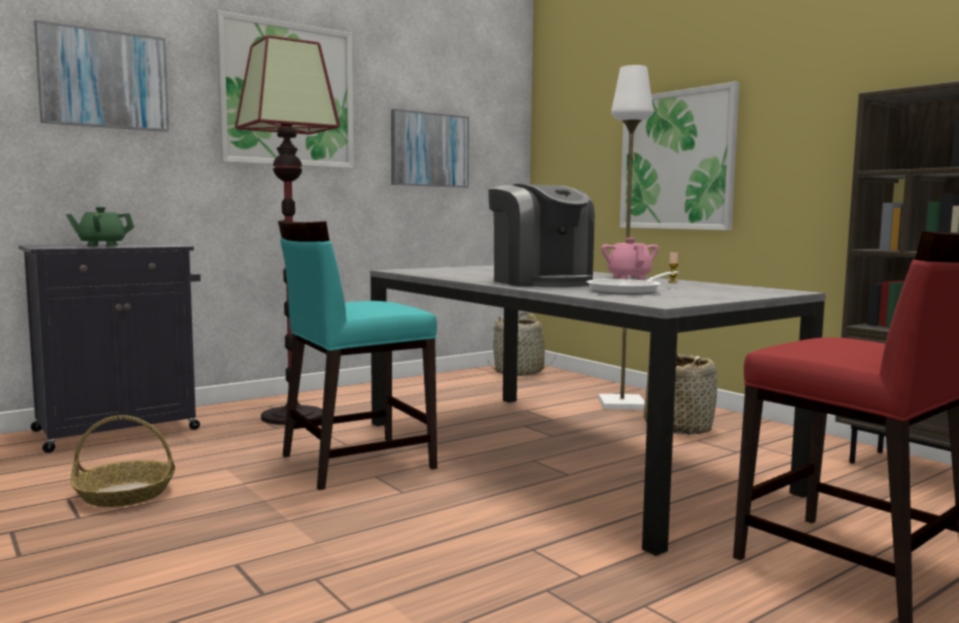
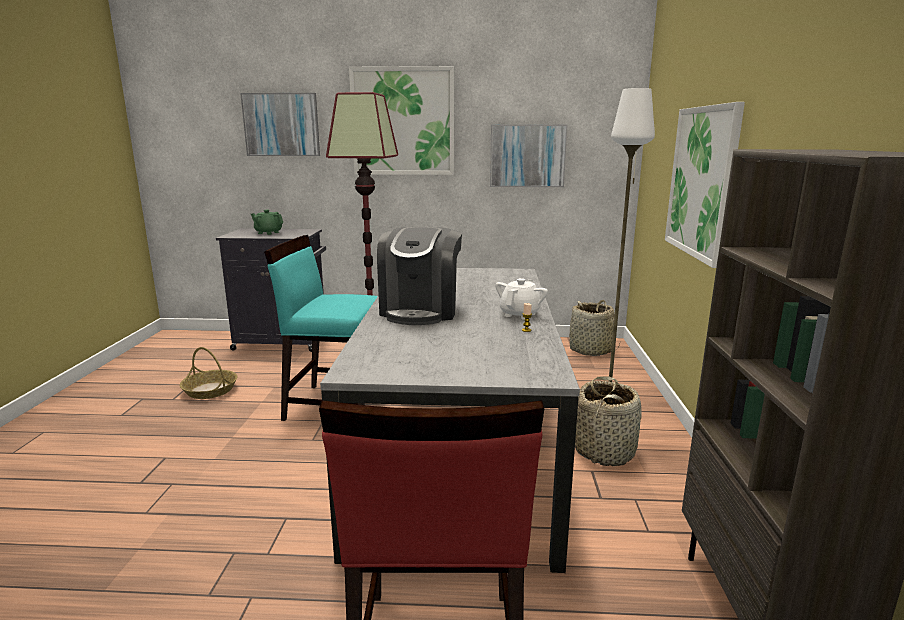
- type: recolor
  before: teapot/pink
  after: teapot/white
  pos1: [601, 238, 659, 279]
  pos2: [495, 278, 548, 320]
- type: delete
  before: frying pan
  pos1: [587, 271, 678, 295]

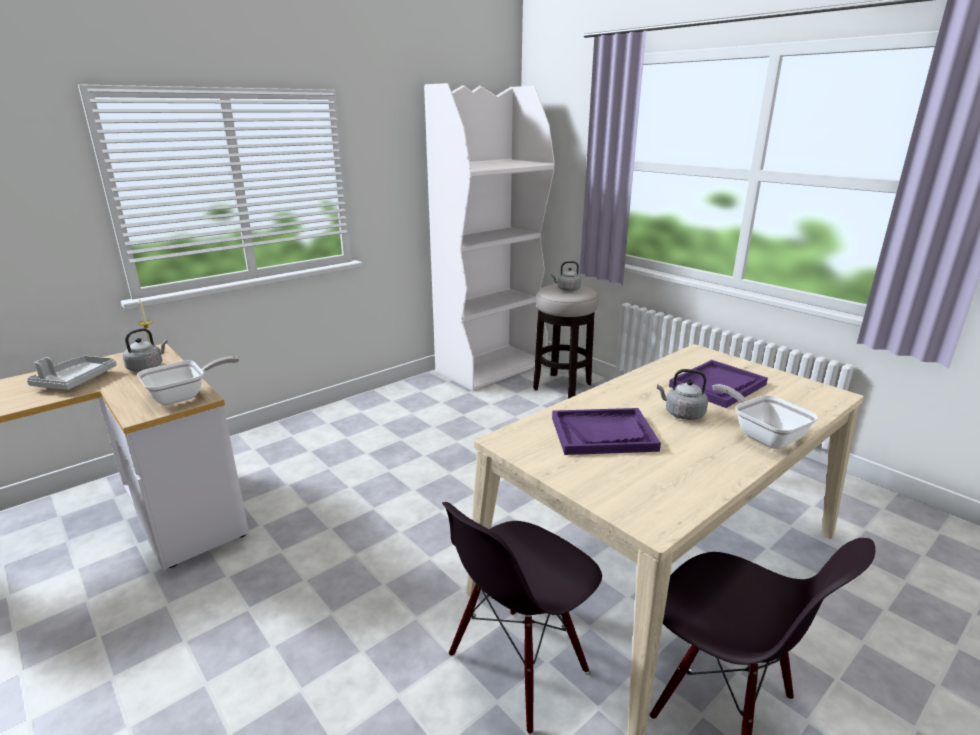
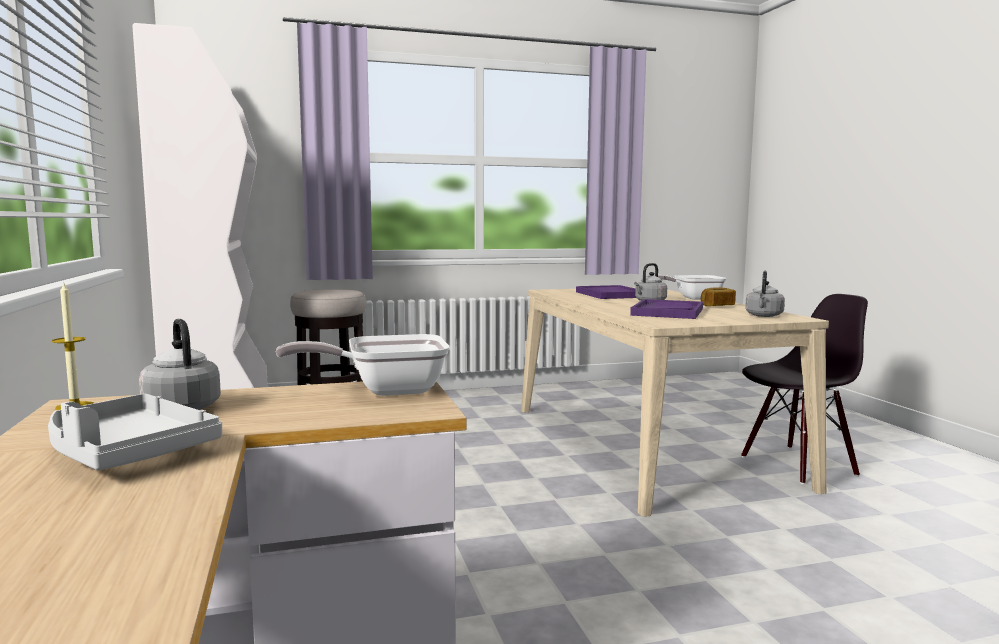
- type: rotate
  before: frying pan
  pos1: [137, 356, 239, 405]
  pos2: [276, 334, 450, 396]
  turn: -90
- type: insert
  after: bread
  pos2: [701, 288, 736, 306]
- type: move
  before: kettle/grey
  pos1: [551, 261, 581, 291]
  pos2: [745, 271, 785, 317]
- type: delete
  before: chair/black
  pos1: [442, 502, 602, 735]

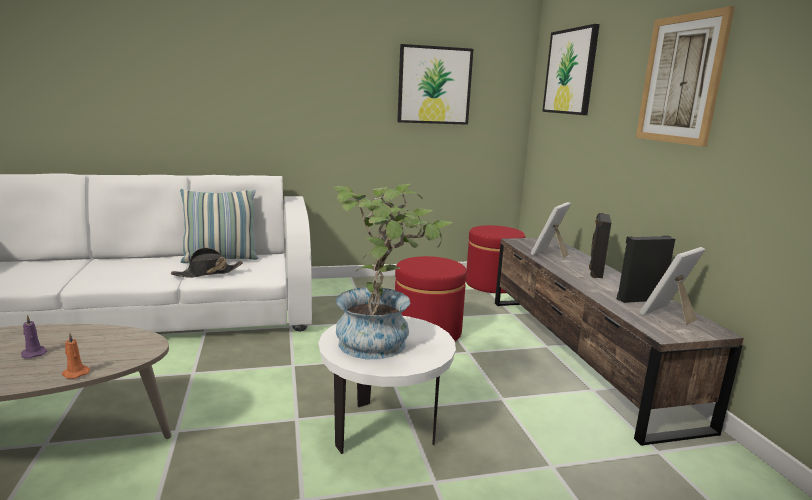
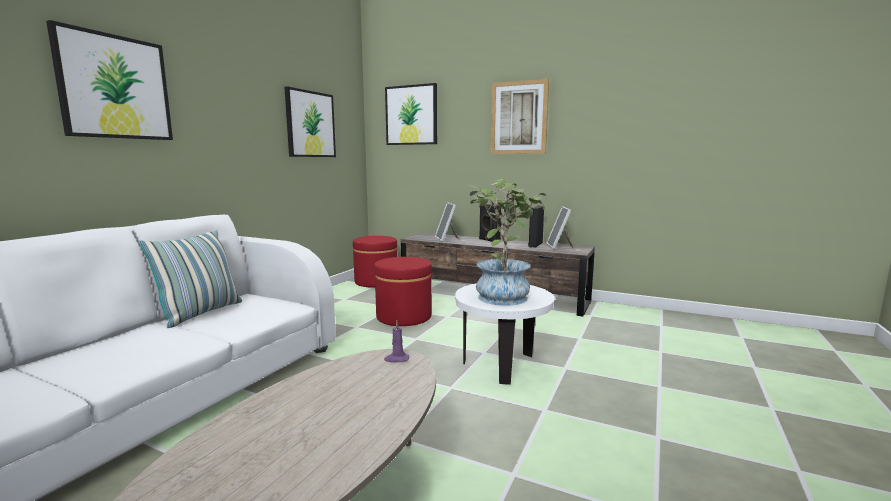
- type: insert
  after: picture
  pos2: [46, 20, 173, 140]
- type: move
  before: candle/purple
  pos1: [21, 315, 48, 359]
  pos2: [384, 321, 409, 363]
- type: delete
  before: candle/orange
  pos1: [62, 333, 90, 379]
- type: delete
  before: hat/black
  pos1: [171, 248, 243, 278]

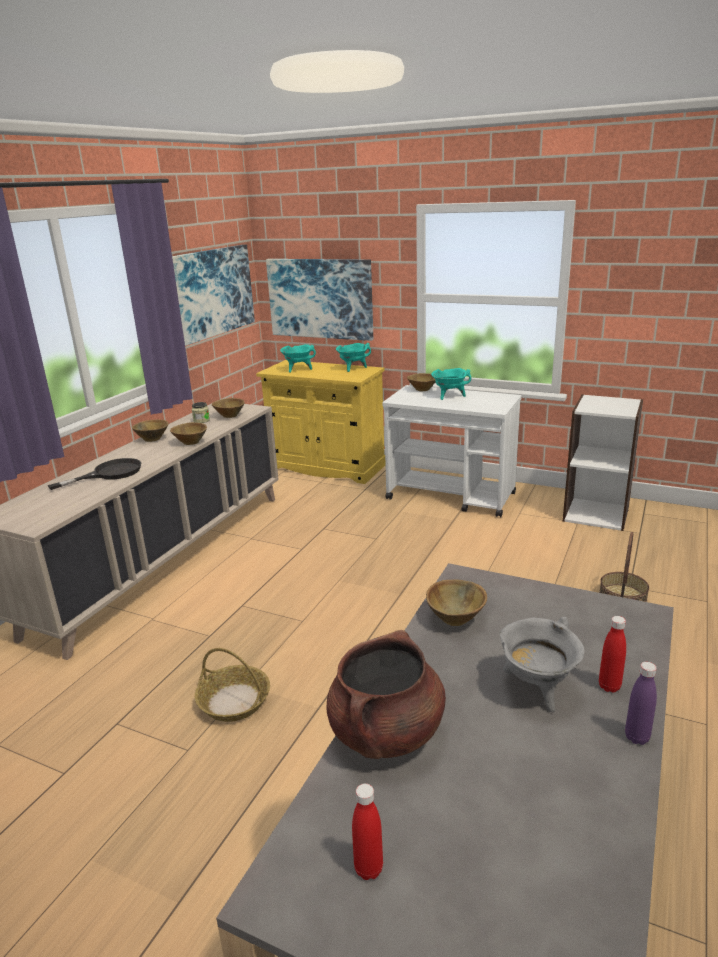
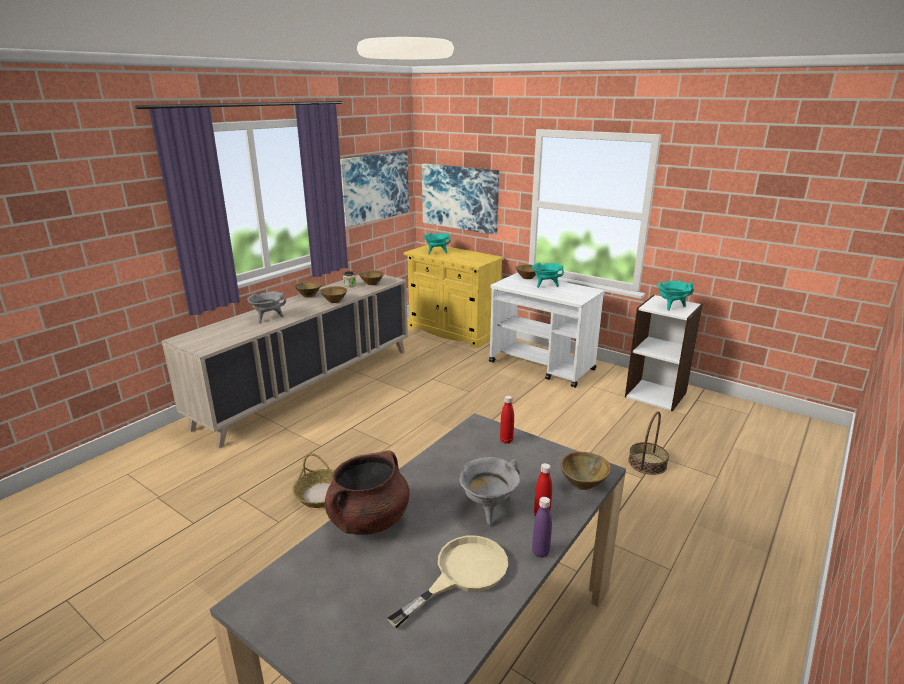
- type: replace
  before: frying pan/black
  after: cooking pot/grey
  pos1: [48, 458, 141, 490]
  pos2: [247, 291, 286, 323]
- type: insert
  after: frying pan/beige
  pos2: [387, 536, 508, 628]
- type: move
  before: bottle/red
  pos1: [352, 784, 383, 880]
  pos2: [500, 396, 514, 444]
- type: move
  before: bowl/brown
  pos1: [426, 579, 487, 626]
  pos2: [561, 451, 611, 490]
- type: move
  before: cooking pot/turquoise
  pos1: [336, 343, 371, 372]
  pos2: [657, 281, 694, 310]

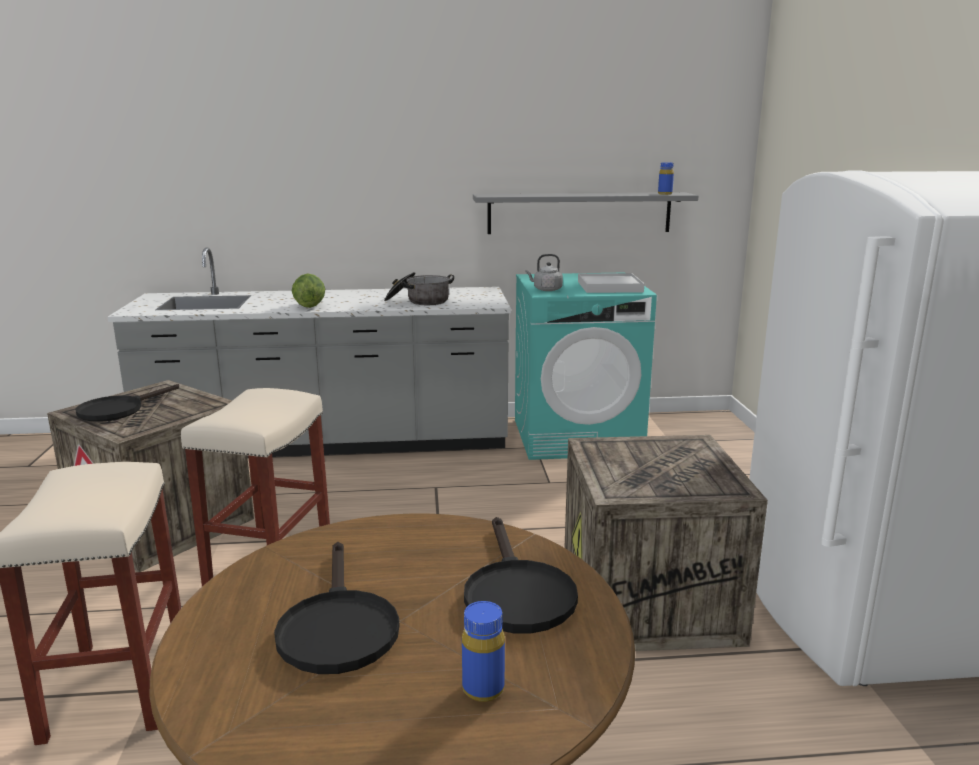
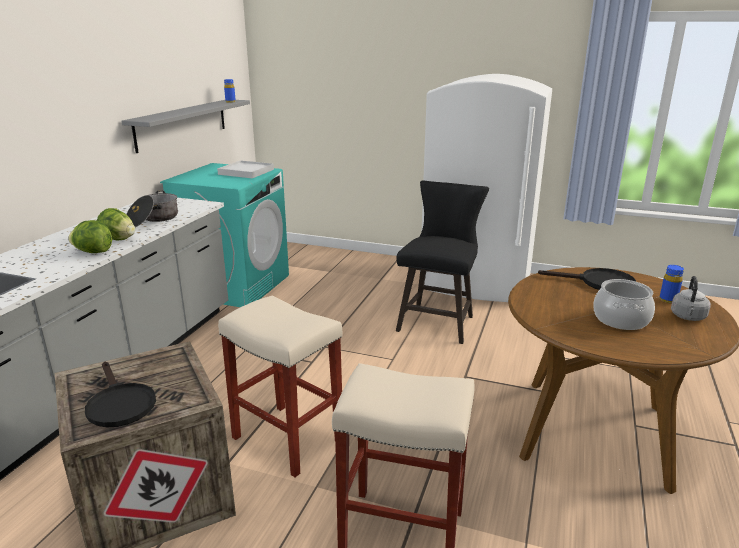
- type: insert
  after: lettuce
  pos2: [97, 208, 135, 240]
- type: replace
  before: crate
  after: stool/black
  pos1: [564, 435, 768, 651]
  pos2: [396, 181, 489, 344]
- type: replace
  before: frying pan/black
  after: cooking pot
  pos1: [274, 542, 399, 674]
  pos2: [593, 279, 655, 330]
- type: move
  before: kettle/grey
  pos1: [526, 254, 563, 291]
  pos2: [671, 276, 711, 321]

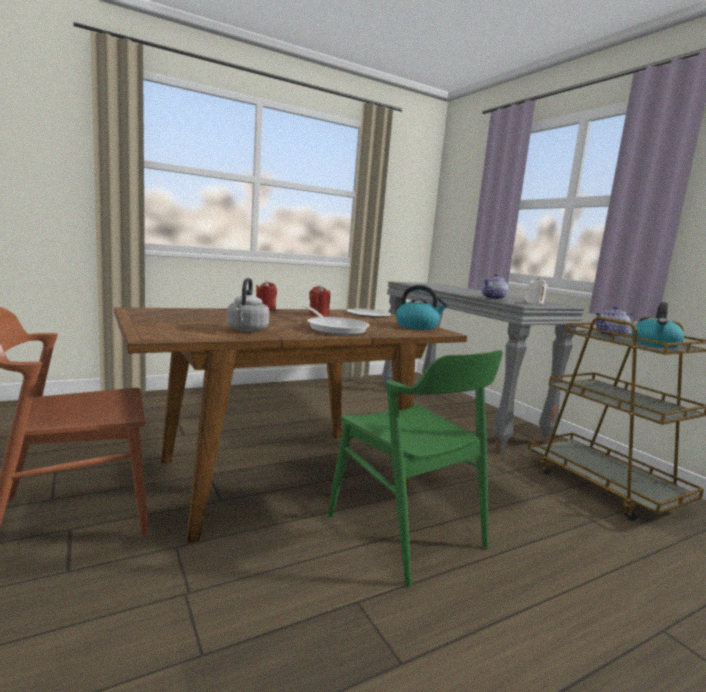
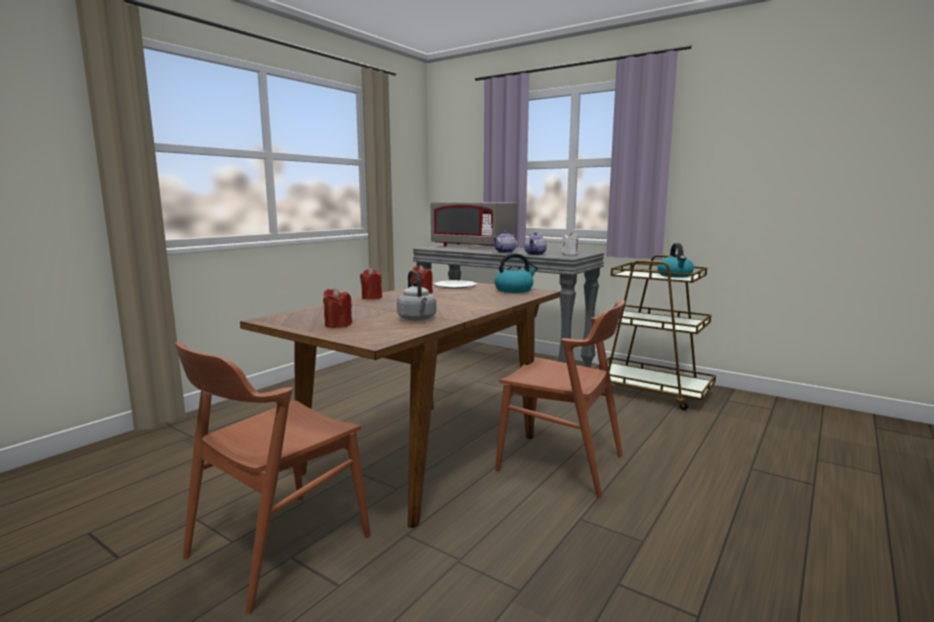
- type: insert
  after: candle/red
  pos2: [323, 288, 352, 328]
- type: insert
  after: microwave/grey
  pos2: [430, 202, 518, 246]
- type: move
  before: teapot
  pos1: [595, 306, 634, 337]
  pos2: [492, 231, 518, 253]
- type: recolor
  before: chair/green
  after: chair/brown
  pos1: [328, 350, 503, 587]
  pos2: [495, 300, 625, 498]
- type: delete
  before: frying pan
  pos1: [302, 305, 370, 335]

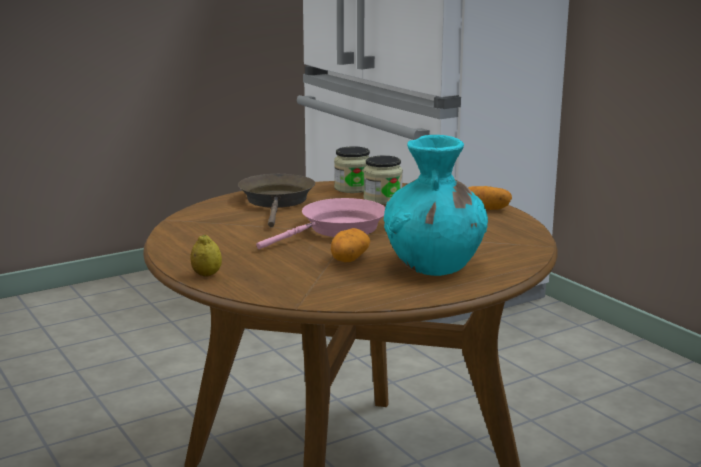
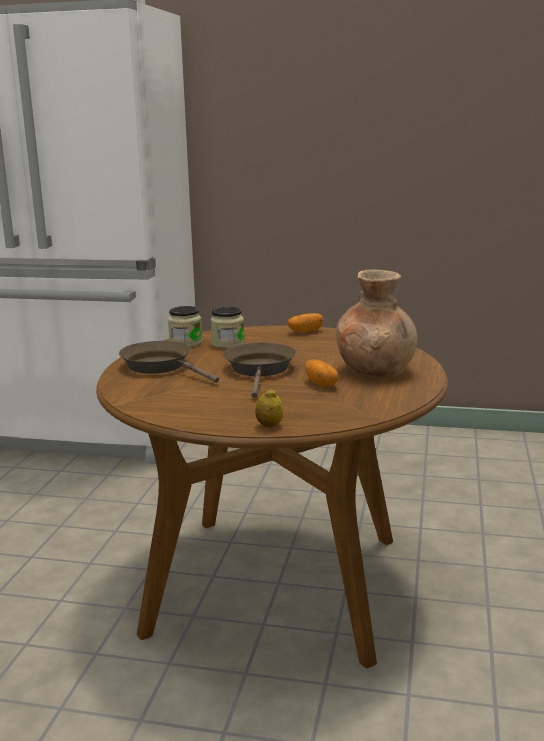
- type: recolor
  before: frying pan/pink
  after: frying pan/brown
  pos1: [256, 198, 385, 249]
  pos2: [223, 342, 296, 398]
- type: recolor
  before: vase/turquoise
  after: vase/brown
  pos1: [384, 135, 488, 276]
  pos2: [336, 270, 417, 377]

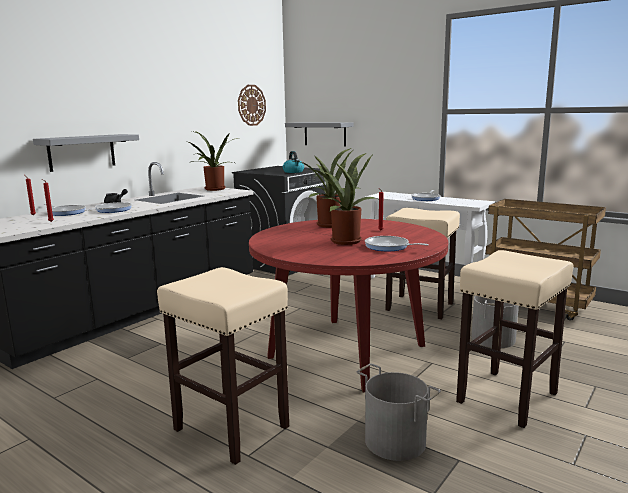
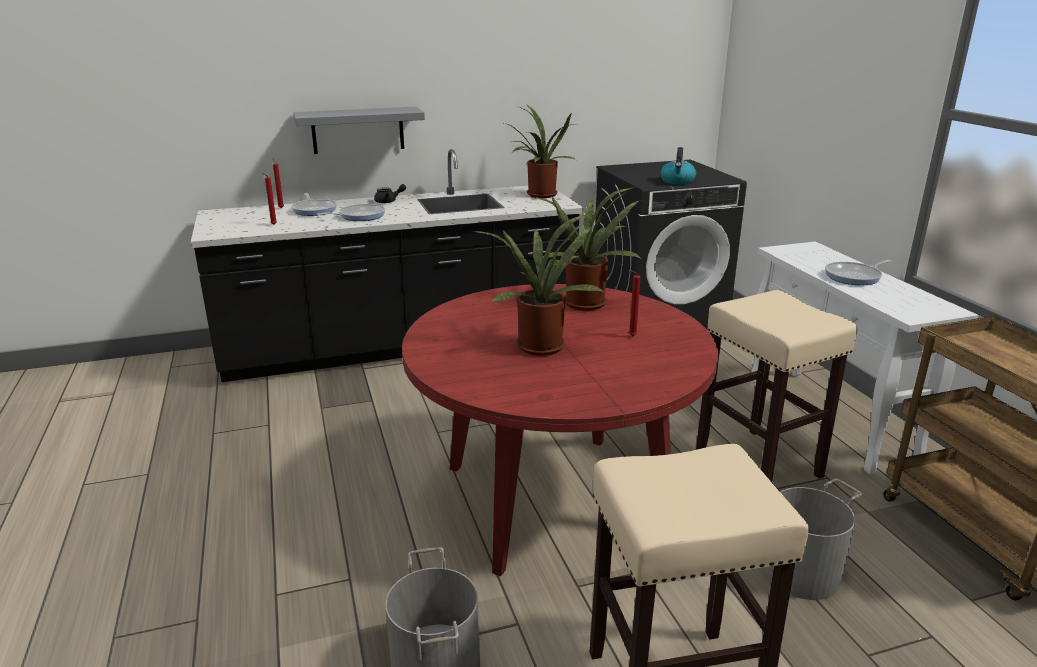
- type: delete
  before: stool/beige
  pos1: [157, 267, 289, 465]
- type: delete
  before: wall clock
  pos1: [238, 85, 266, 126]
- type: delete
  before: shelf/grey
  pos1: [285, 122, 353, 147]
- type: delete
  before: frying pan
  pos1: [365, 236, 429, 251]

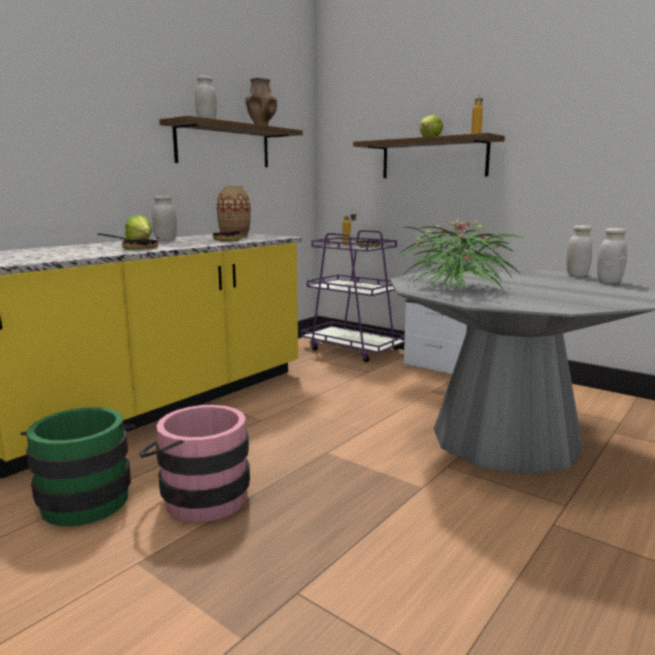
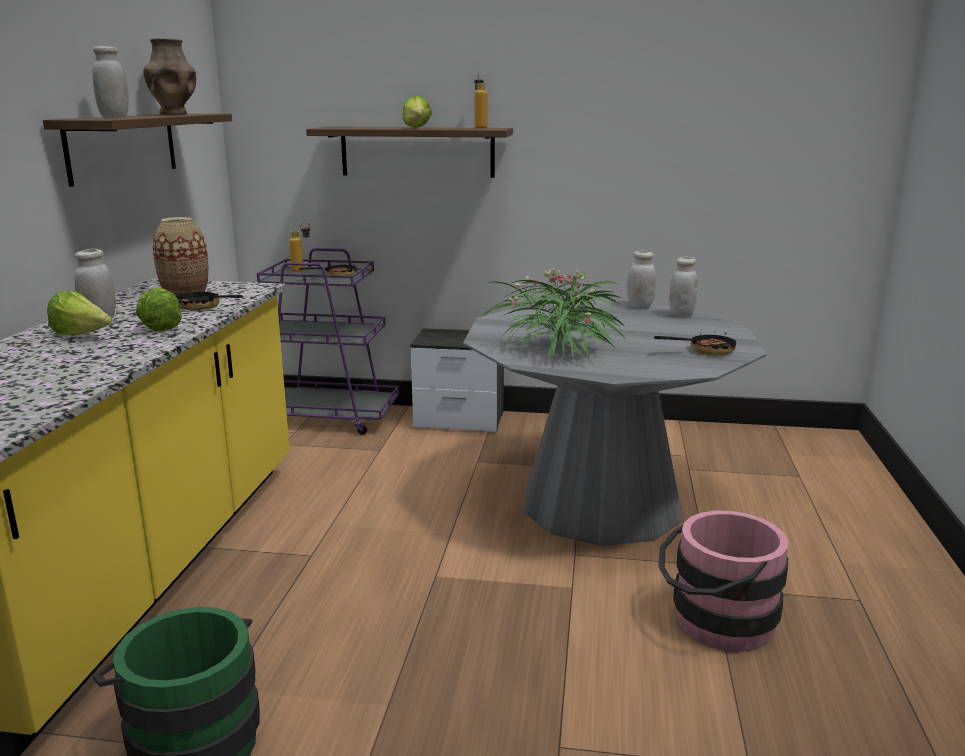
- type: insert
  after: lettuce
  pos2: [136, 287, 182, 331]
- type: move
  before: frying pan
  pos1: [97, 233, 159, 249]
  pos2: [654, 331, 736, 355]
- type: move
  before: bucket/pink
  pos1: [139, 405, 250, 522]
  pos2: [658, 511, 788, 652]

